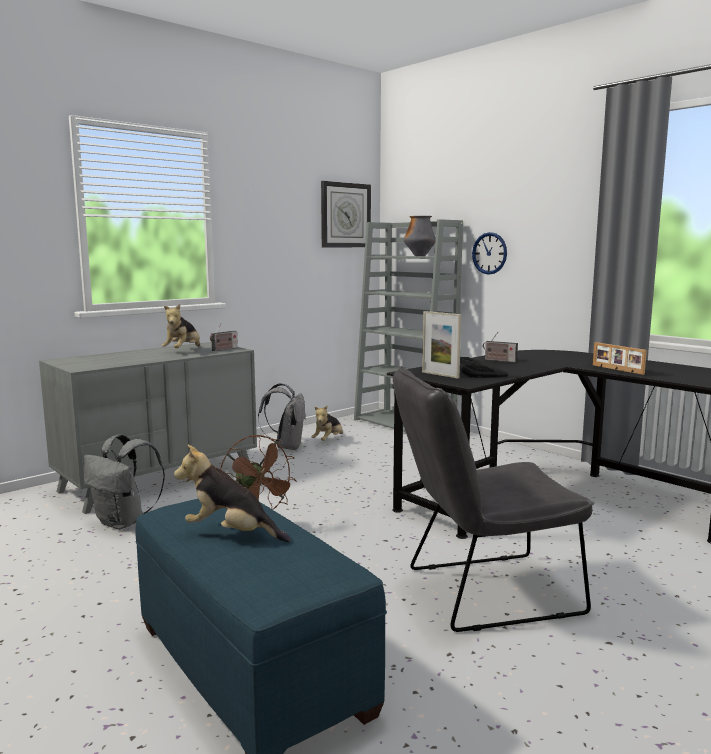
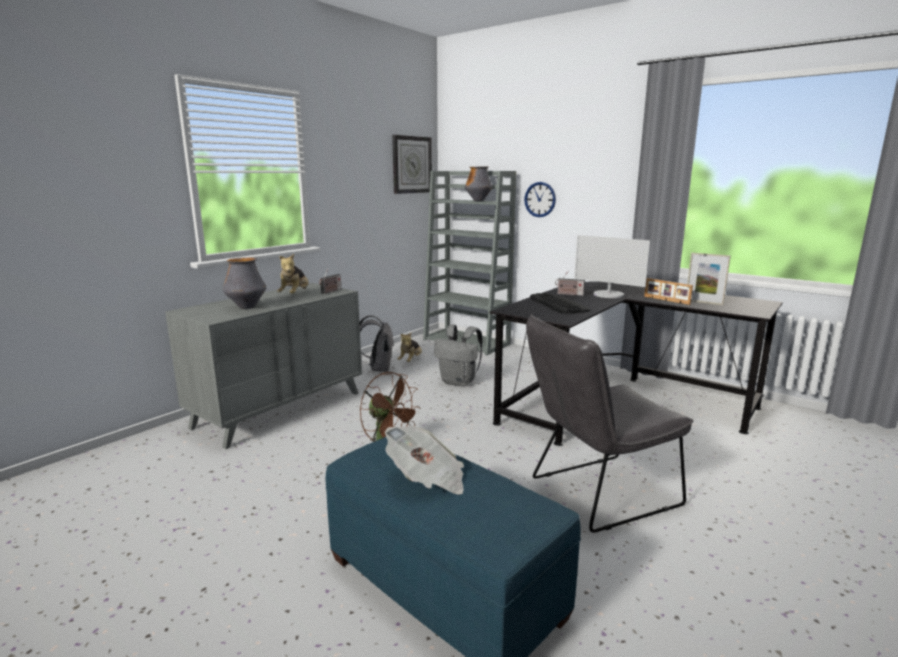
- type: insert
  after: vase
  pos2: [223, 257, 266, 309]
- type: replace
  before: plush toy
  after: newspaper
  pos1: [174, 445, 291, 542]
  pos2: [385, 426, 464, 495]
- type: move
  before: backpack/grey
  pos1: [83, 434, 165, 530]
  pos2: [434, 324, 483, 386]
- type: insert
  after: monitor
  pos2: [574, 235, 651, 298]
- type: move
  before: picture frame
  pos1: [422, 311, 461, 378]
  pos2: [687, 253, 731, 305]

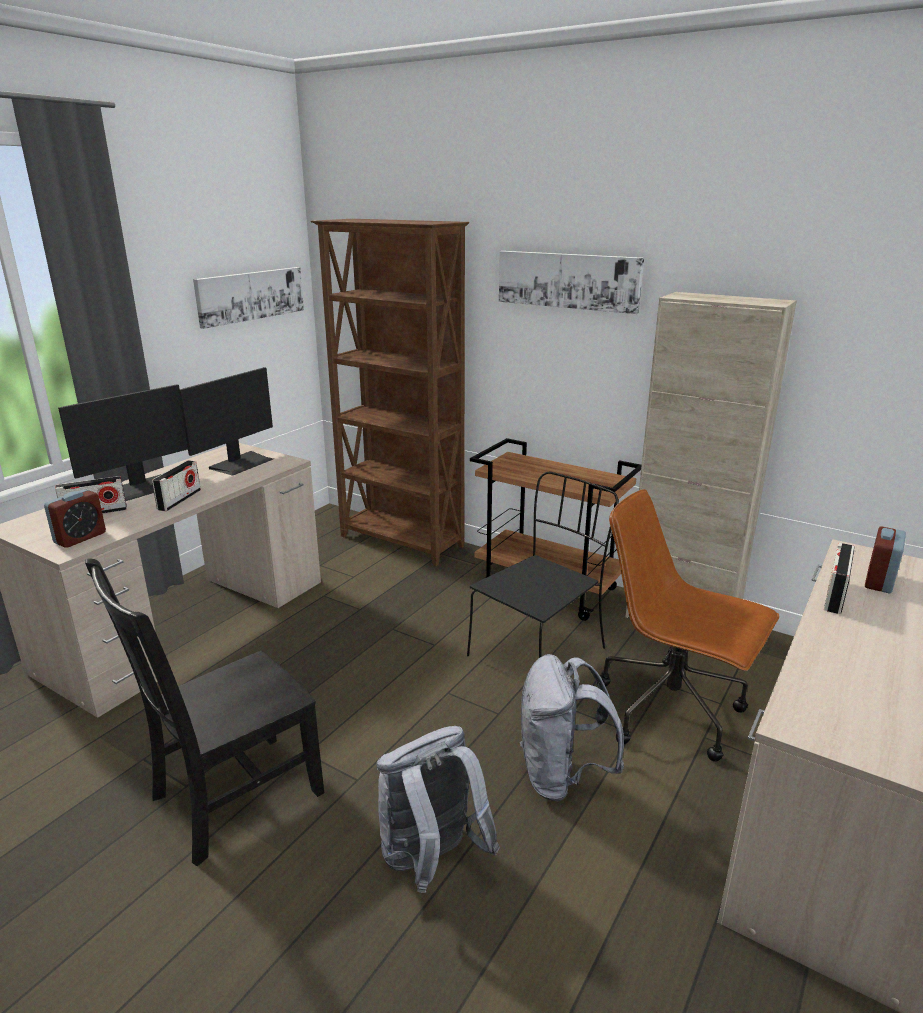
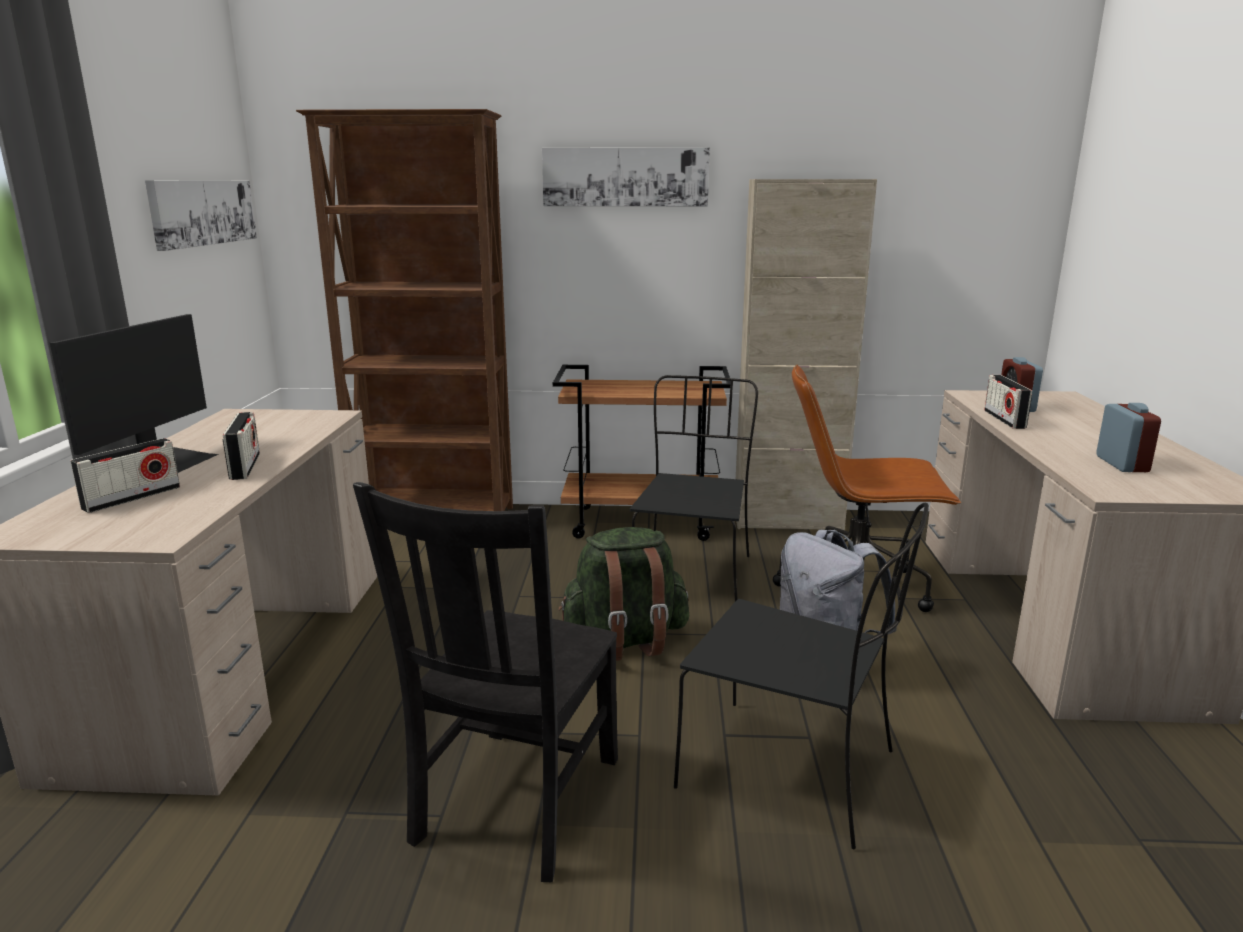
- type: insert
  after: backpack/green
  pos2: [558, 527, 689, 661]
- type: replace
  before: backpack/grey
  after: chair/black
  pos1: [376, 726, 500, 893]
  pos2: [674, 503, 929, 849]
- type: move
  before: alarm clock
  pos1: [44, 489, 106, 548]
  pos2: [1096, 403, 1161, 472]
- type: delete
  before: monitor
  pos1: [178, 367, 273, 476]

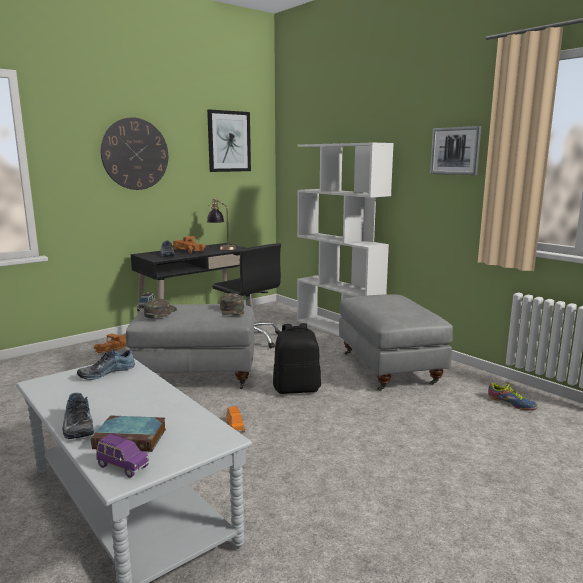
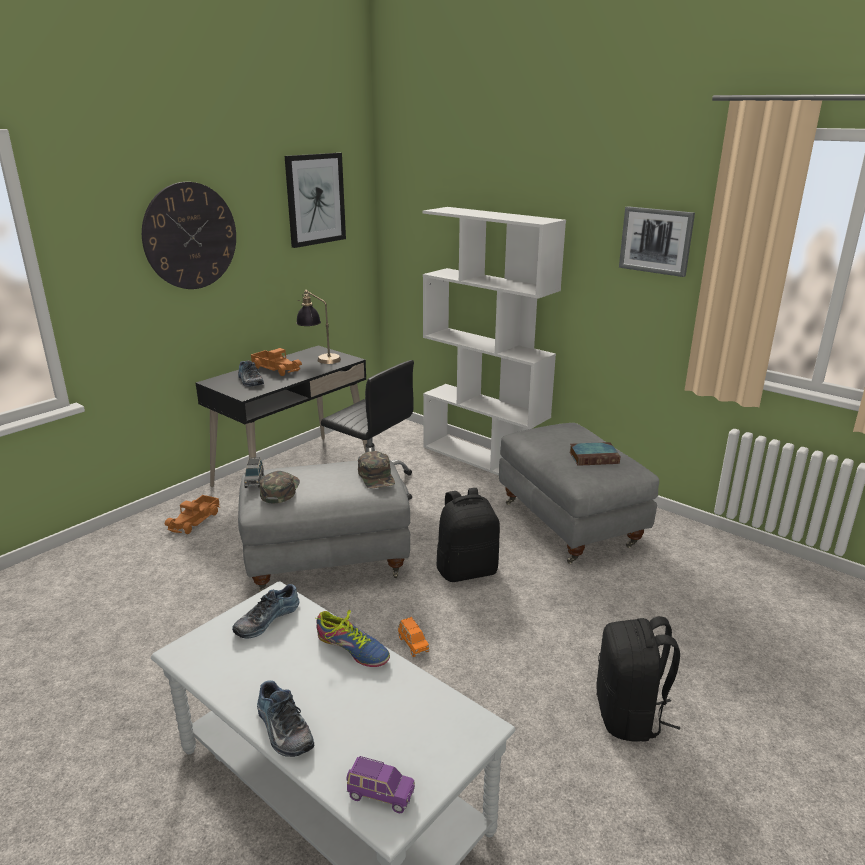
- type: move
  before: shoe
  pos1: [488, 383, 538, 410]
  pos2: [316, 610, 390, 667]
- type: move
  before: book
  pos1: [91, 416, 166, 452]
  pos2: [570, 442, 620, 466]
- type: insert
  after: backpack/black
  pos2: [596, 616, 680, 742]

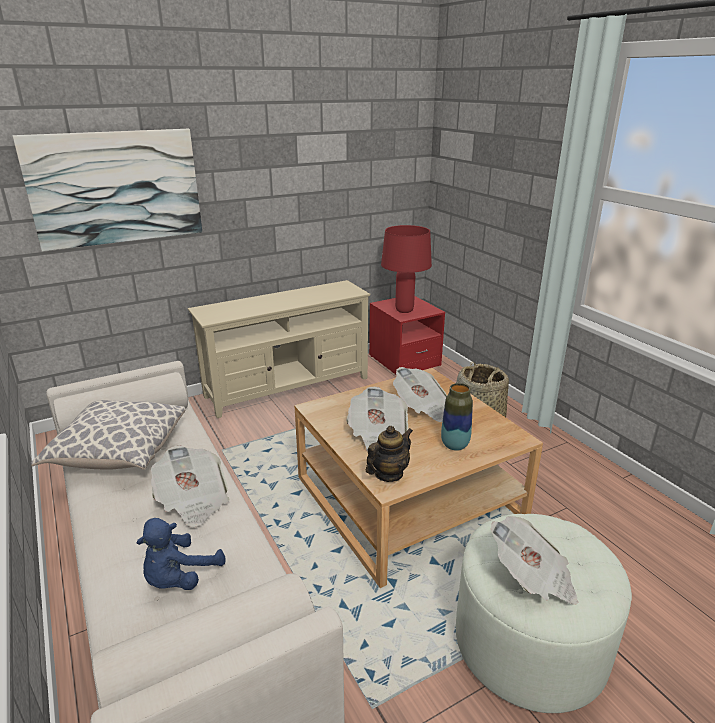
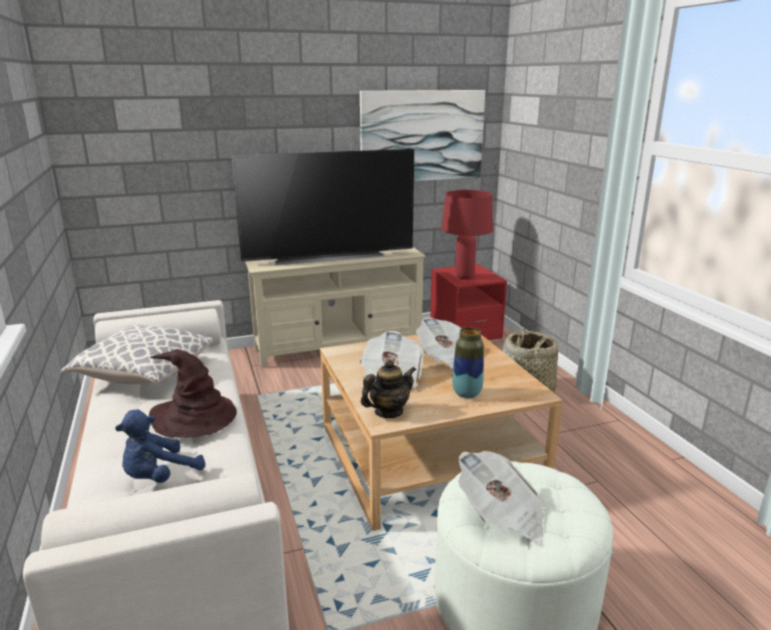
- type: replace
  before: newspaper
  after: hat/brown
  pos1: [151, 445, 230, 527]
  pos2: [149, 349, 237, 438]
- type: insert
  after: television
  pos2: [231, 149, 414, 265]
- type: move
  before: picture
  pos1: [13, 129, 202, 251]
  pos2: [360, 90, 485, 181]

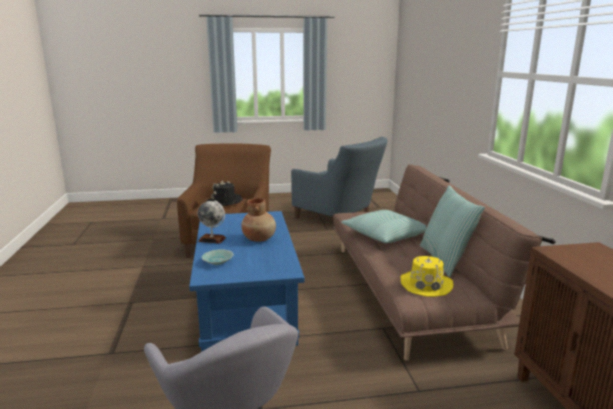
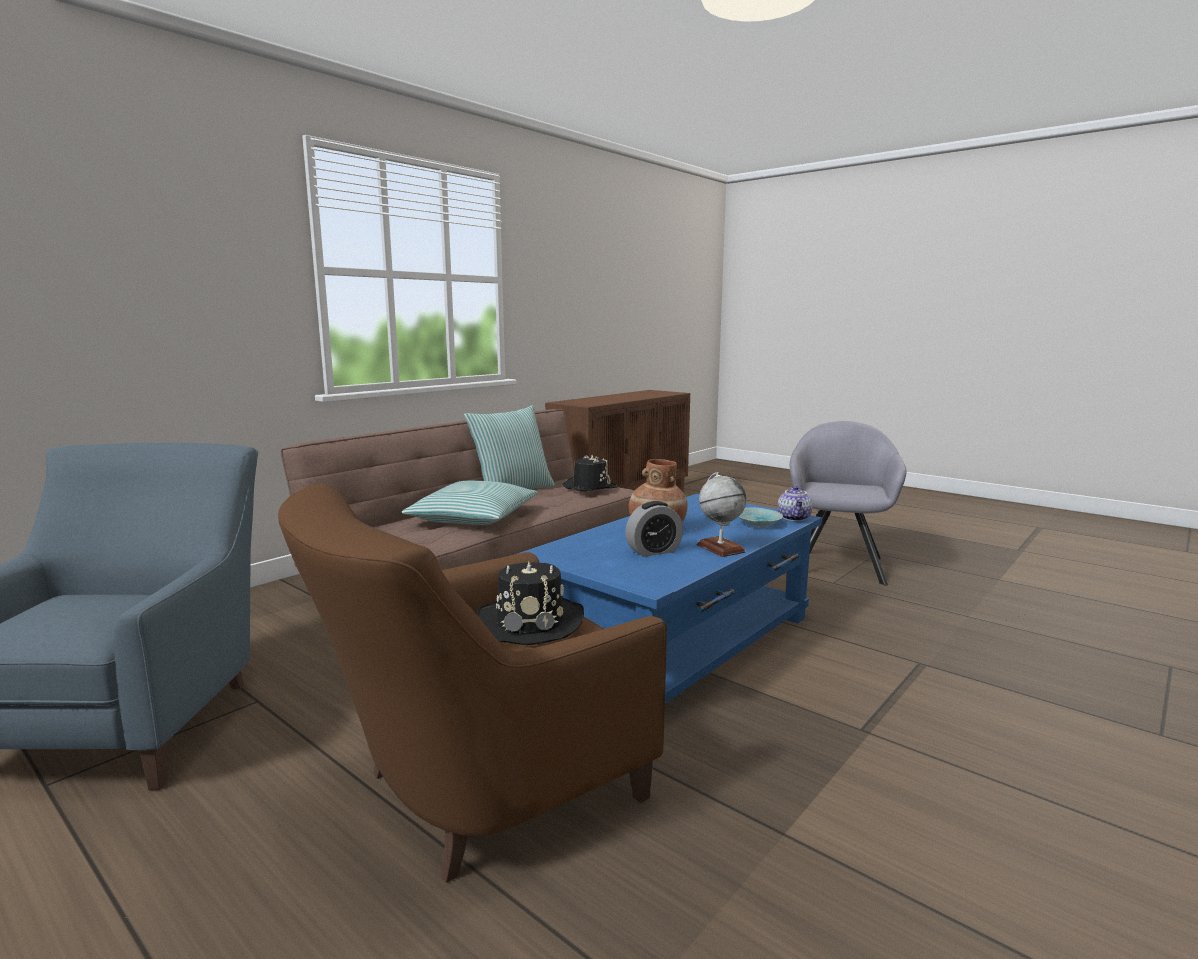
- type: recolor
  before: hat/yellow
  after: hat/black
  pos1: [401, 256, 453, 297]
  pos2: [562, 455, 618, 492]
- type: insert
  after: alarm clock
  pos2: [625, 501, 683, 557]
- type: insert
  after: teapot
  pos2: [778, 486, 813, 521]

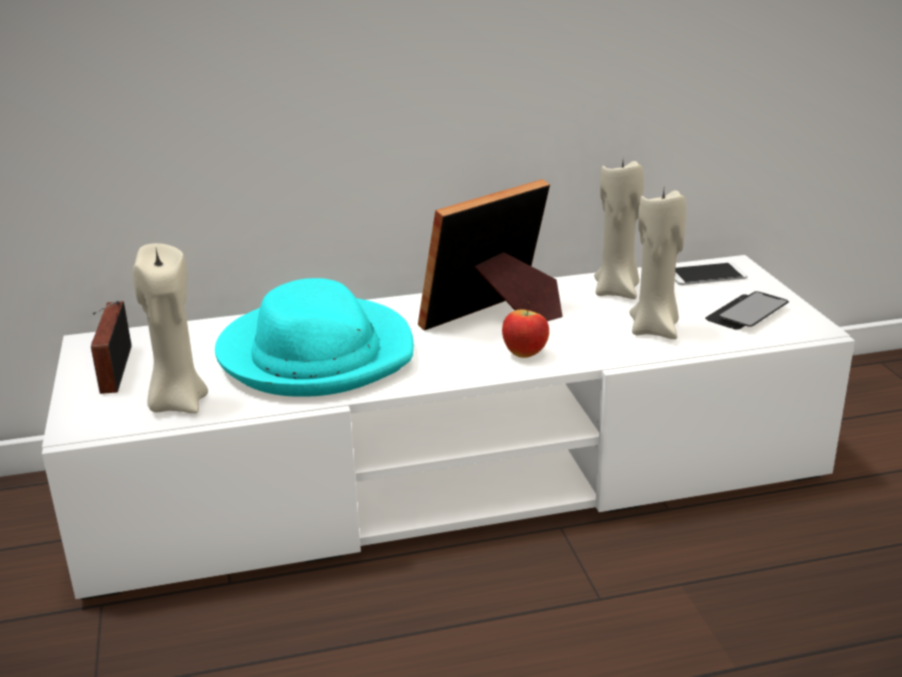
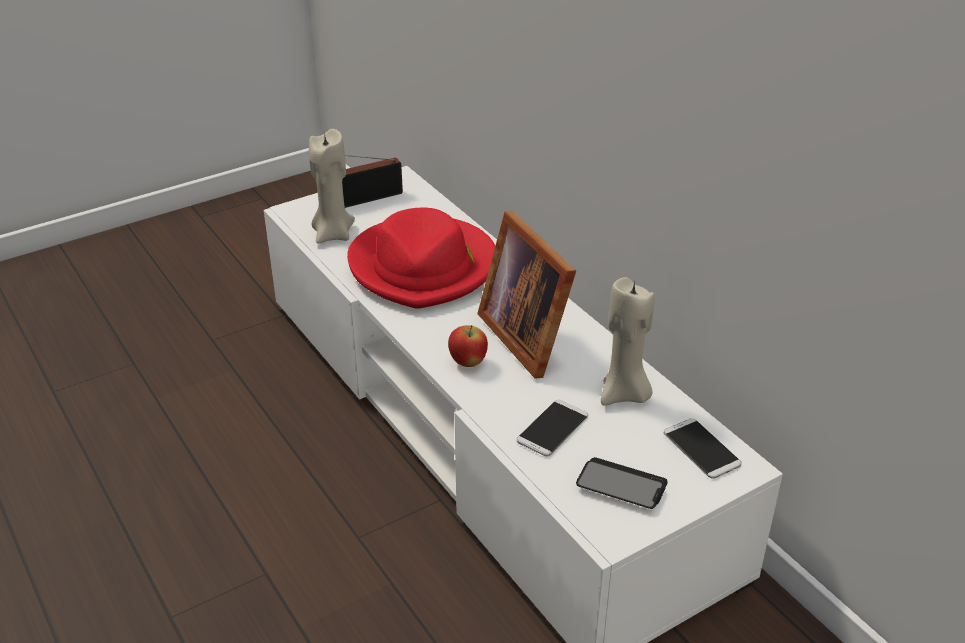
- type: recolor
  before: hat/turquoise
  after: hat/red
  pos1: [215, 278, 414, 397]
  pos2: [347, 208, 495, 308]
- type: rotate
  before: picture frame
  pos1: [418, 179, 563, 331]
  pos2: [477, 211, 576, 379]
  turn: -150
- type: replace
  before: candle/beige
  after: phone
  pos1: [629, 190, 686, 339]
  pos2: [517, 400, 588, 456]

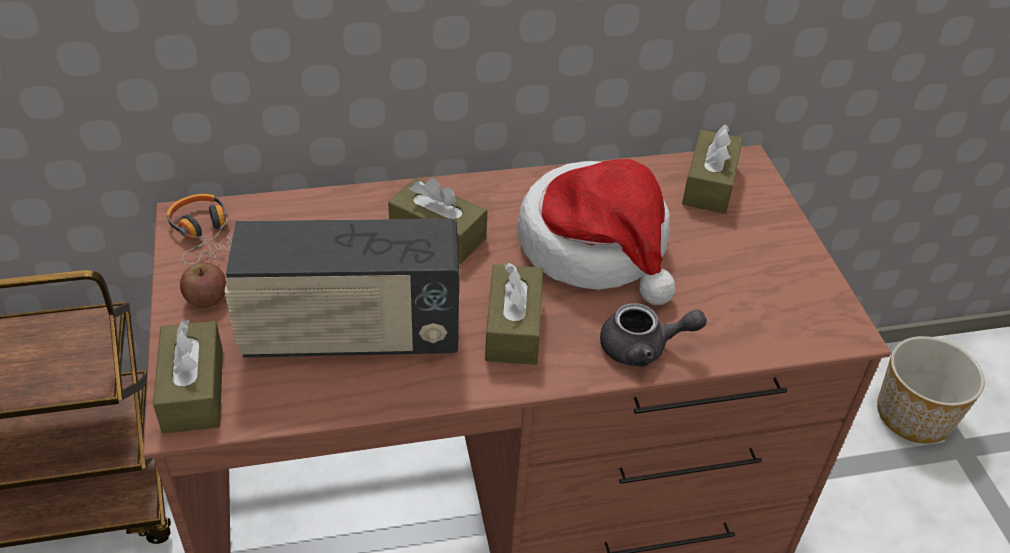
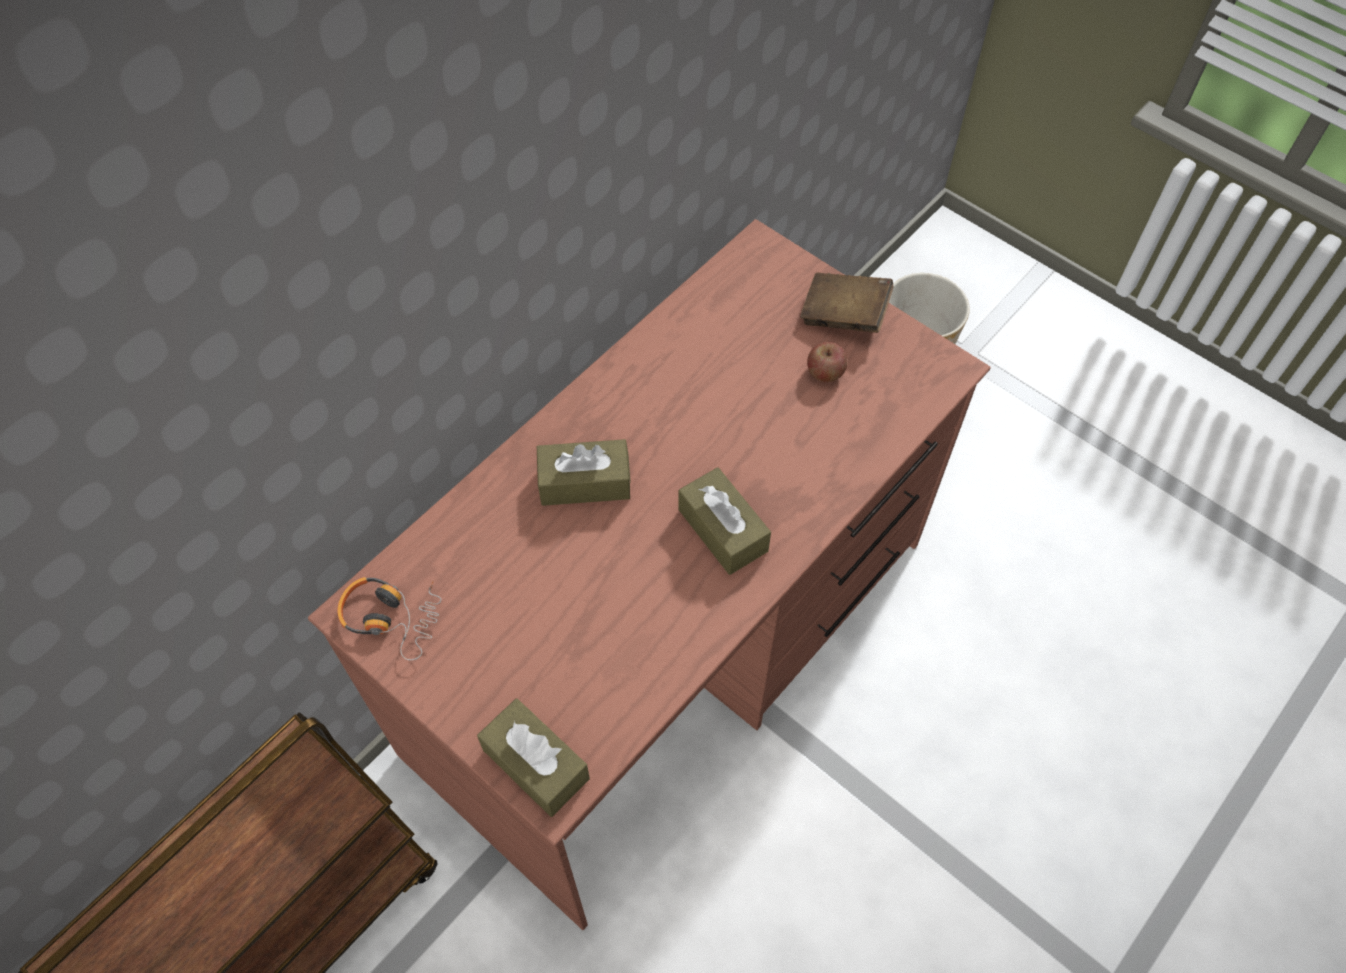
- type: insert
  after: book/brown
  pos2: [800, 272, 893, 333]
- type: move
  before: apple
  pos1: [180, 262, 226, 307]
  pos2: [807, 342, 847, 382]
- type: delete
  before: radio
  pos1: [225, 219, 459, 358]
- type: delete
  before: hat
  pos1: [518, 159, 675, 305]
- type: delete
  before: teapot/grey
  pos1: [600, 303, 707, 367]
- type: delete
  before: tissue box/brown
  pos1: [682, 124, 743, 214]

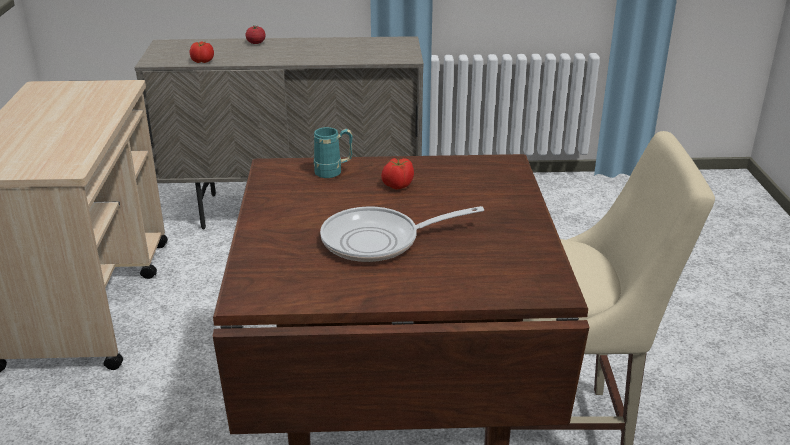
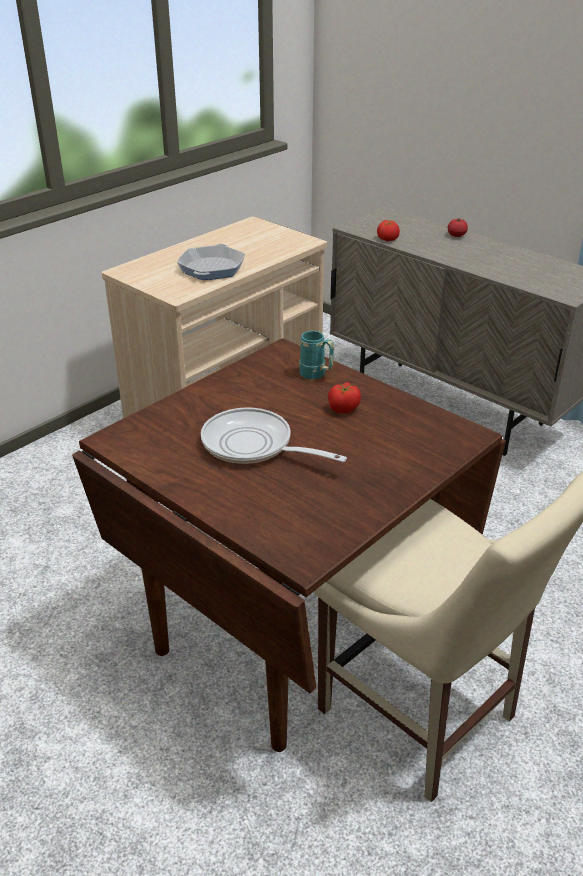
- type: insert
  after: frying pan
  pos2: [177, 244, 245, 280]

